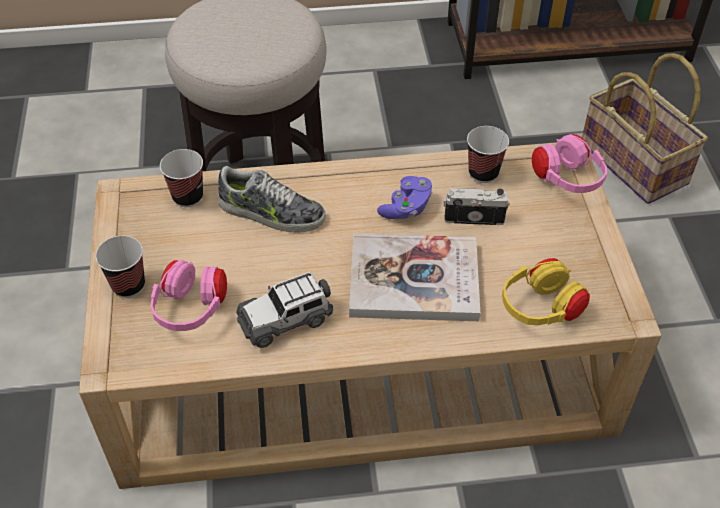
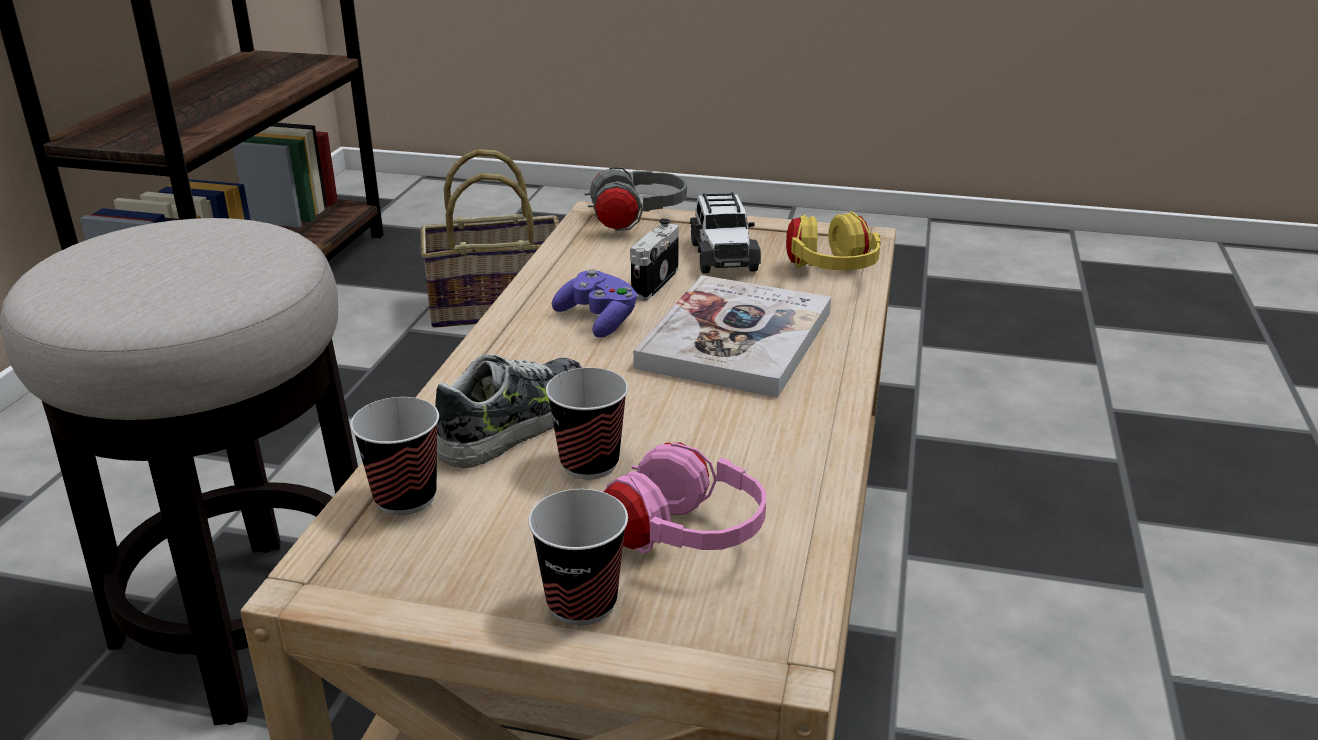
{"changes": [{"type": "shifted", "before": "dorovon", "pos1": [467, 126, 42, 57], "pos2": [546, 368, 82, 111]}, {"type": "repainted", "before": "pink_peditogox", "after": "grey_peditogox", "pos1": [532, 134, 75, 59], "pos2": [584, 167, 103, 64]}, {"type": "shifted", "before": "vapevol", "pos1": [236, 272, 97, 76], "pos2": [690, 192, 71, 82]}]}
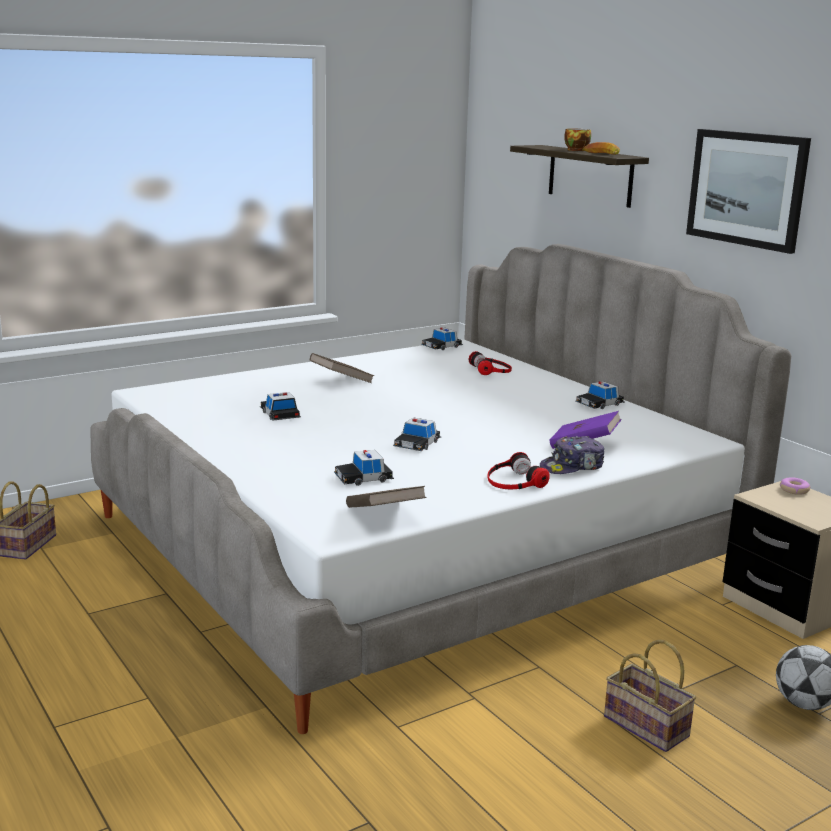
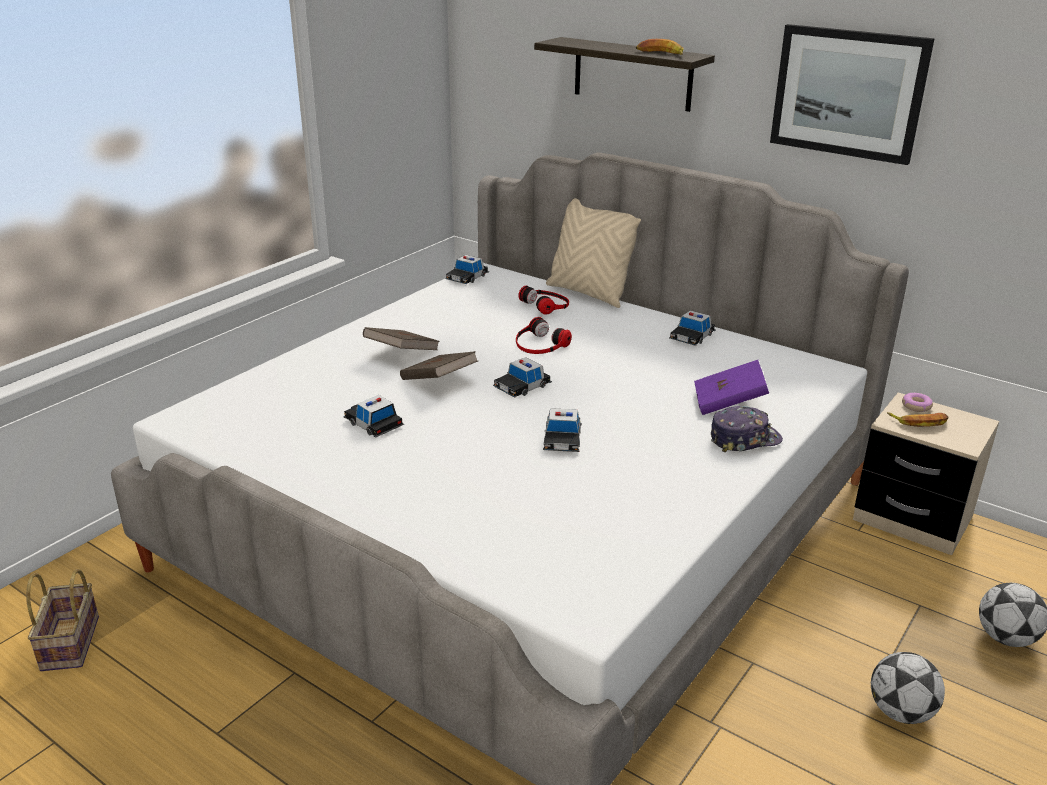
{"changes": [{"type": "gone", "before": "dorovon", "pos1": [564, 128, 27, 23]}, {"type": "rotated", "before": "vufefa", "pos1": [540, 436, 64, 38], "pos2": [711, 406, 72, 46], "turn": -150}, {"type": "shifted", "before": "vapevol", "pos1": [334, 450, 60, 36], "pos2": [493, 357, 59, 41]}, {"type": "shifted", "before": "peditogox", "pos1": [487, 452, 63, 37], "pos2": [516, 317, 56, 37]}, {"type": "shifted", "before": "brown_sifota", "pos1": [346, 486, 81, 22], "pos2": [400, 351, 78, 29]}, {"type": "swapped", "before": "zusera", "after": "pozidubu", "pos1": [604, 640, 92, 112], "pos2": [871, 652, 74, 72]}, {"type": "new", "after": "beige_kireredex", "pos2": [546, 198, 95, 110]}, {"type": "new", "after": "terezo", "pos2": [887, 412, 62, 15]}]}
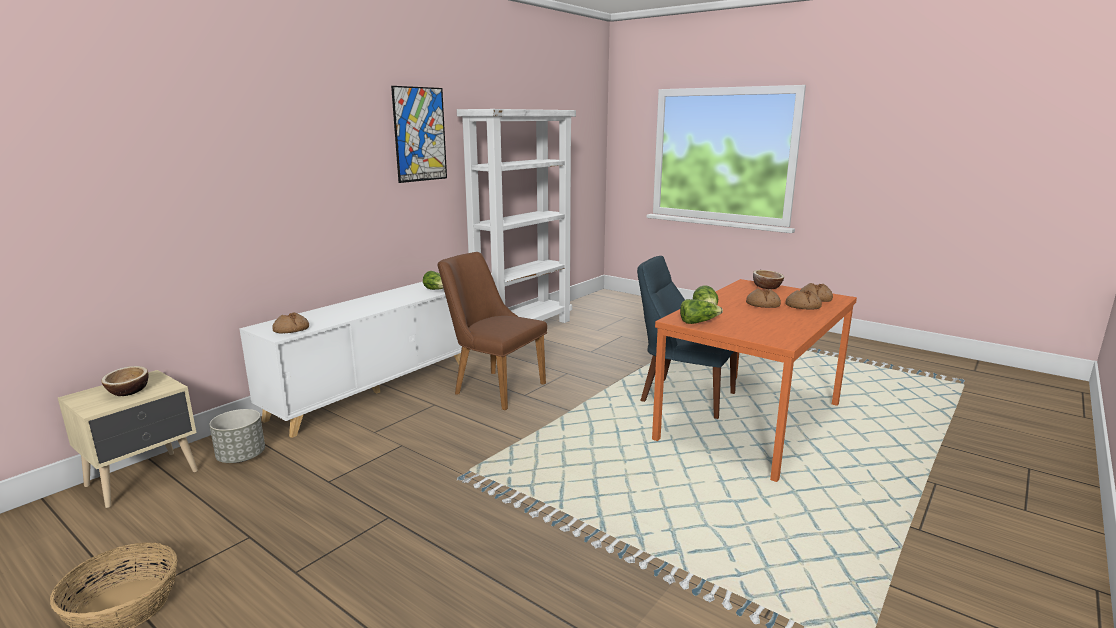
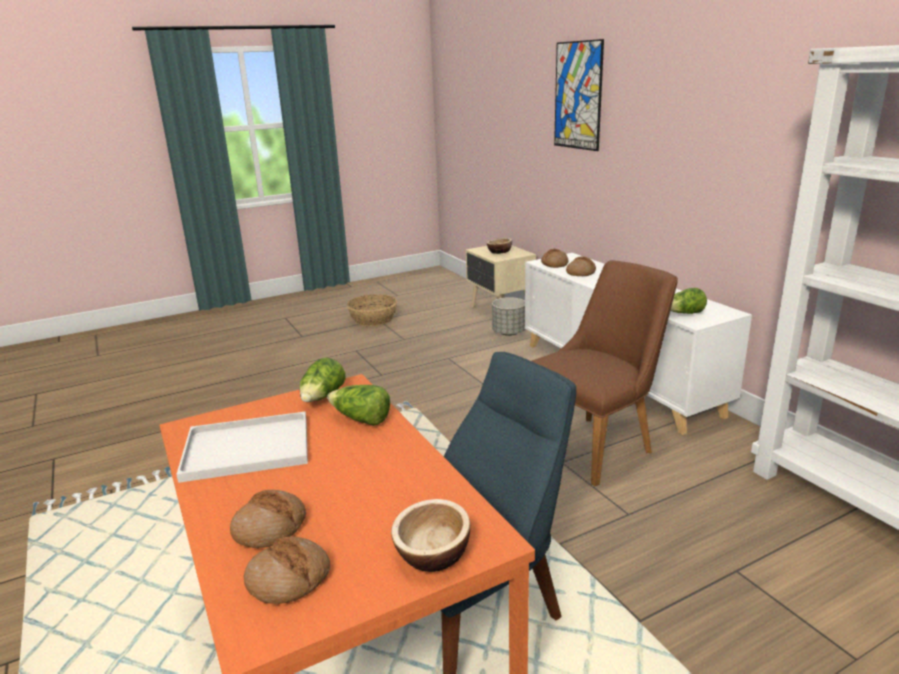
{"changes": [{"type": "shifted", "before": "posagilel", "pos1": [391, 86, 56, 97], "pos2": [554, 39, 50, 112]}, {"type": "shifted", "before": "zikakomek", "pos1": [746, 289, 35, 19], "pos2": [566, 256, 30, 20]}, {"type": "new", "after": "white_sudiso", "pos2": [176, 412, 132, 71]}]}
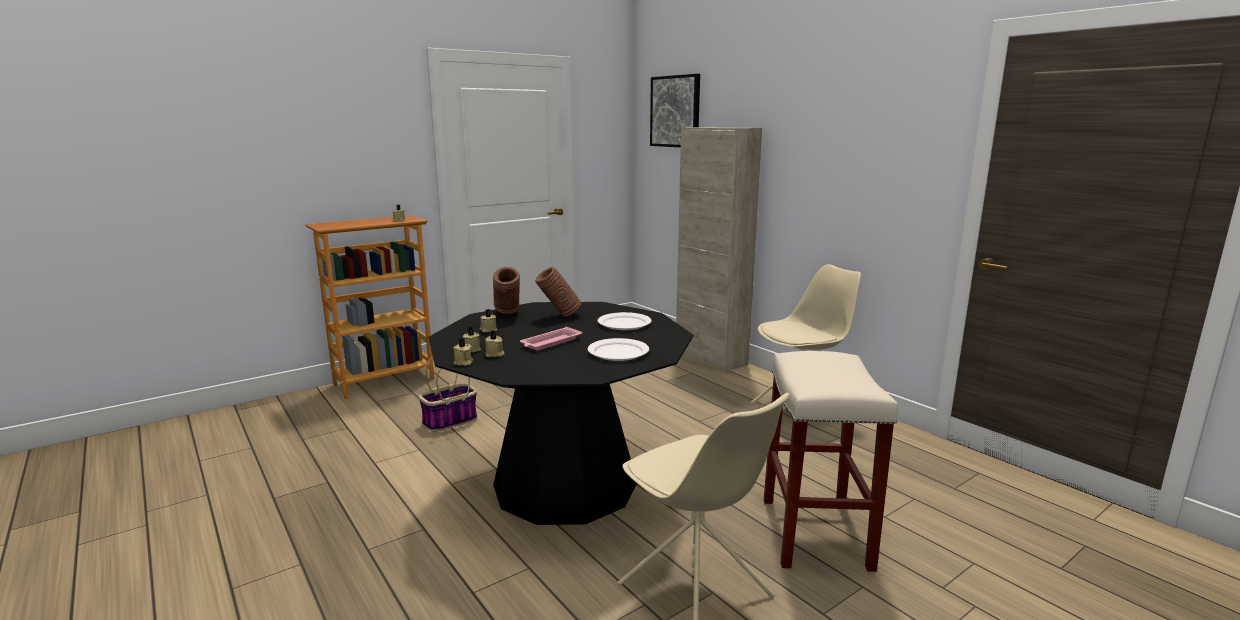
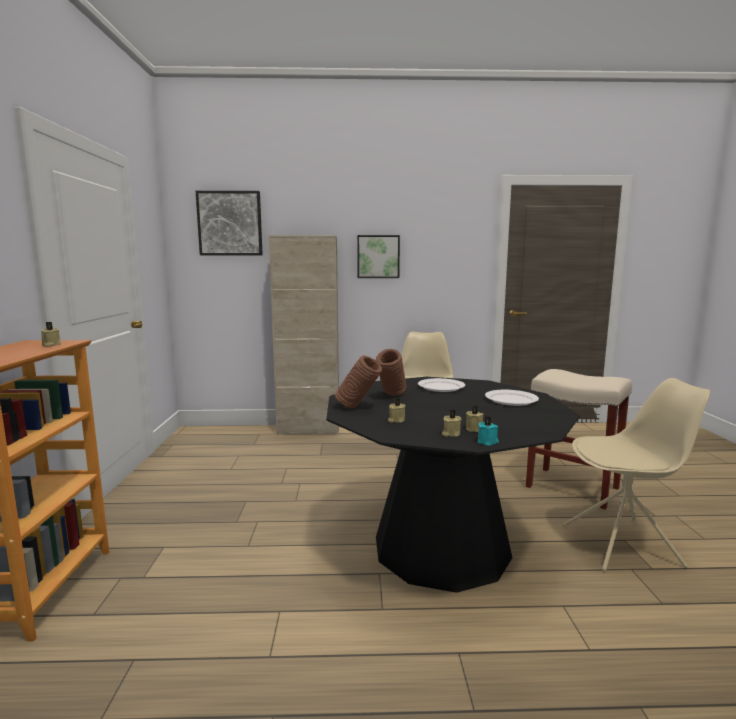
{"changes": [{"type": "gone", "before": "pink_sudiso", "pos1": [520, 327, 62, 24]}, {"type": "repainted", "before": "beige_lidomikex", "after": "turquoise_lidomikex", "pos1": [453, 338, 20, 28], "pos2": [478, 416, 21, 30]}, {"type": "gone", "before": "zusera", "pos1": [419, 356, 58, 76]}, {"type": "new", "after": "posagilel", "pos2": [357, 235, 43, 43]}]}
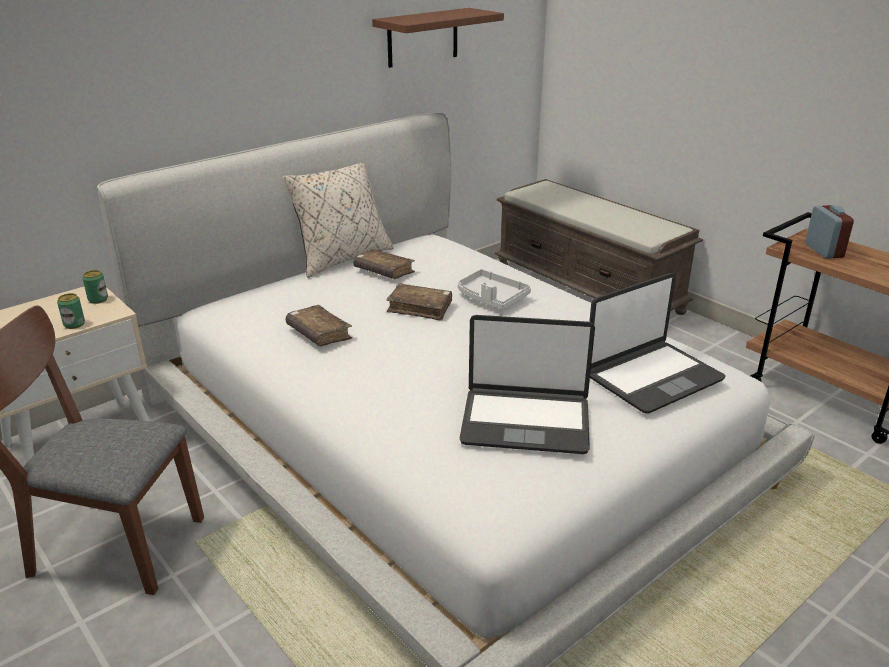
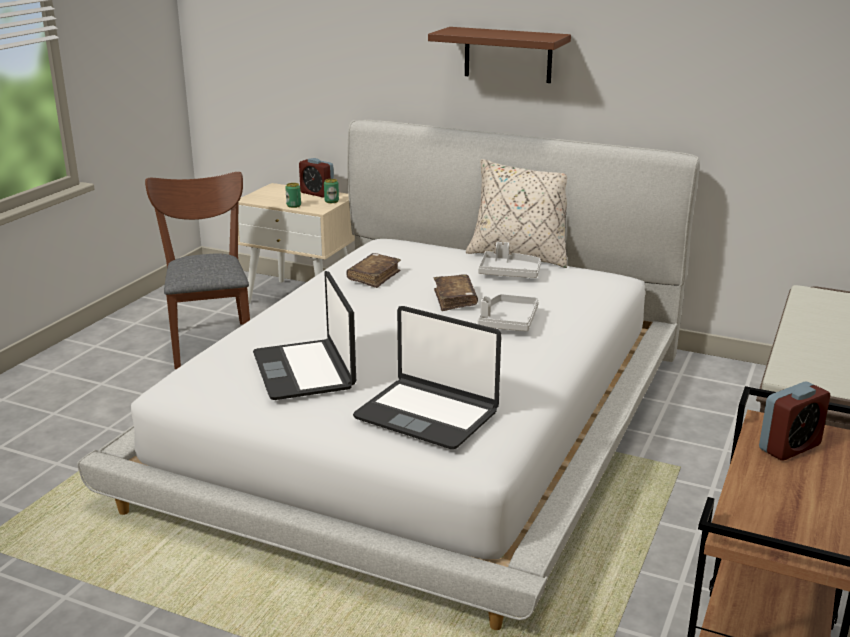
{"changes": [{"type": "shifted", "before": "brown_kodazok", "pos1": [372, 8, 132, 60], "pos2": [428, 27, 143, 56]}, {"type": "swapped", "before": "brown_sifota", "after": "grey_sudiso", "pos1": [353, 249, 62, 30], "pos2": [478, 242, 63, 36]}, {"type": "new", "after": "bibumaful", "pos2": [299, 158, 35, 40]}]}
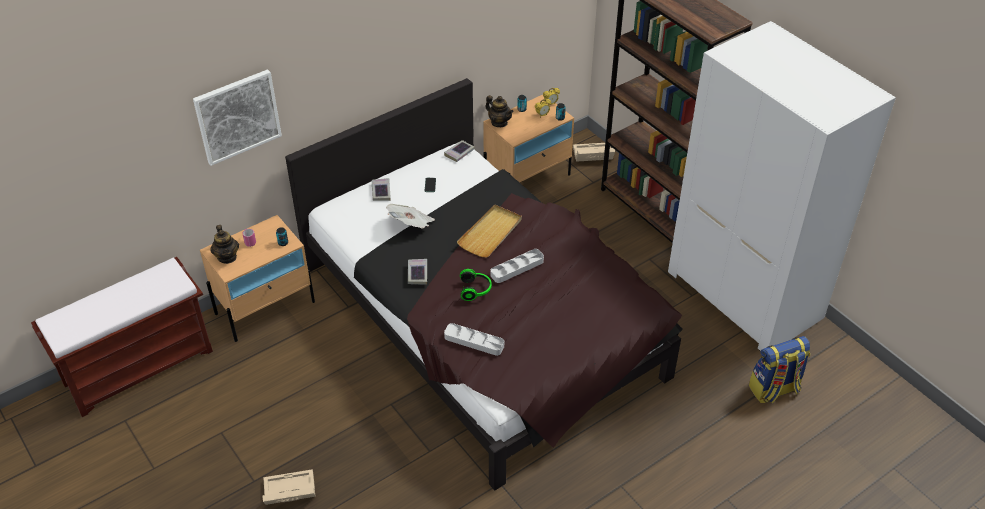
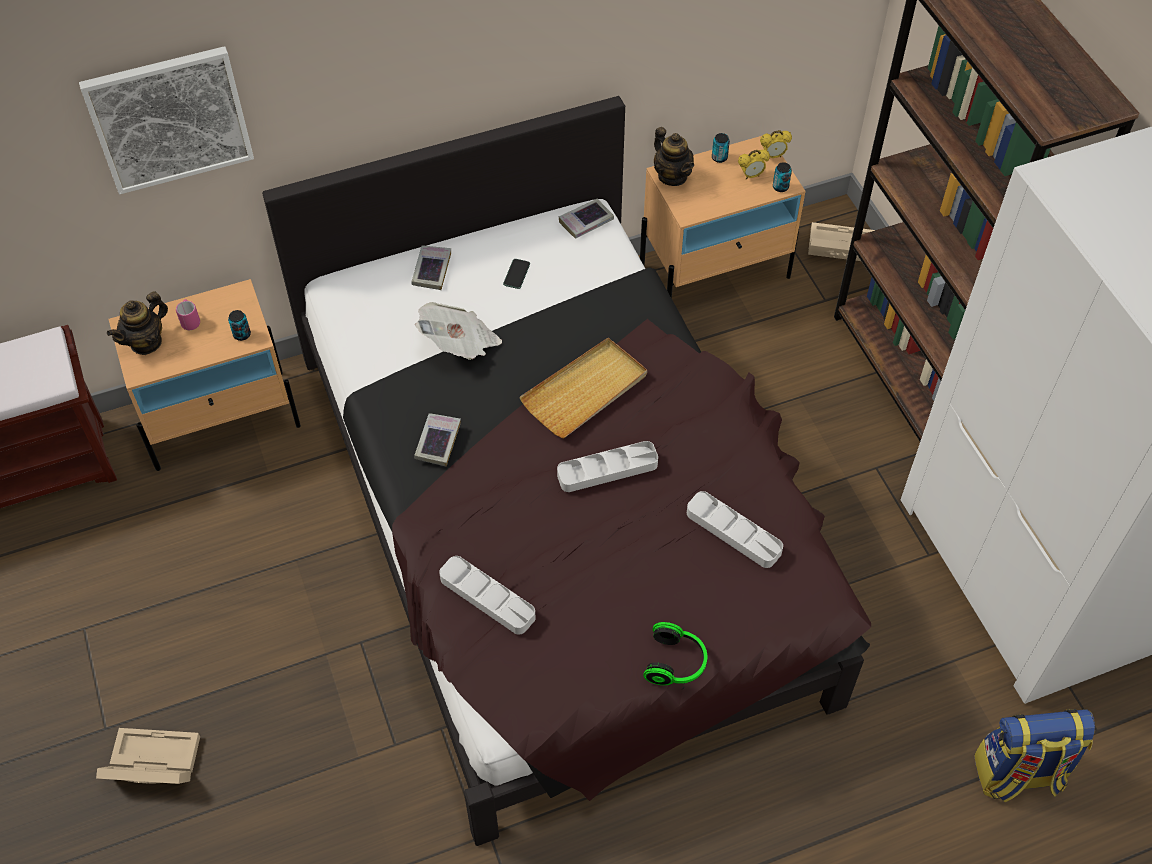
{"changes": [{"type": "rotated", "before": "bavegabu", "pos1": [210, 225, 29, 39], "pos2": [107, 292, 61, 63], "turn": 45}, {"type": "shifted", "before": "peditogox", "pos1": [460, 269, 32, 32], "pos2": [643, 622, 64, 63]}, {"type": "new", "after": "grey_sudiso", "pos2": [687, 491, 96, 77]}]}
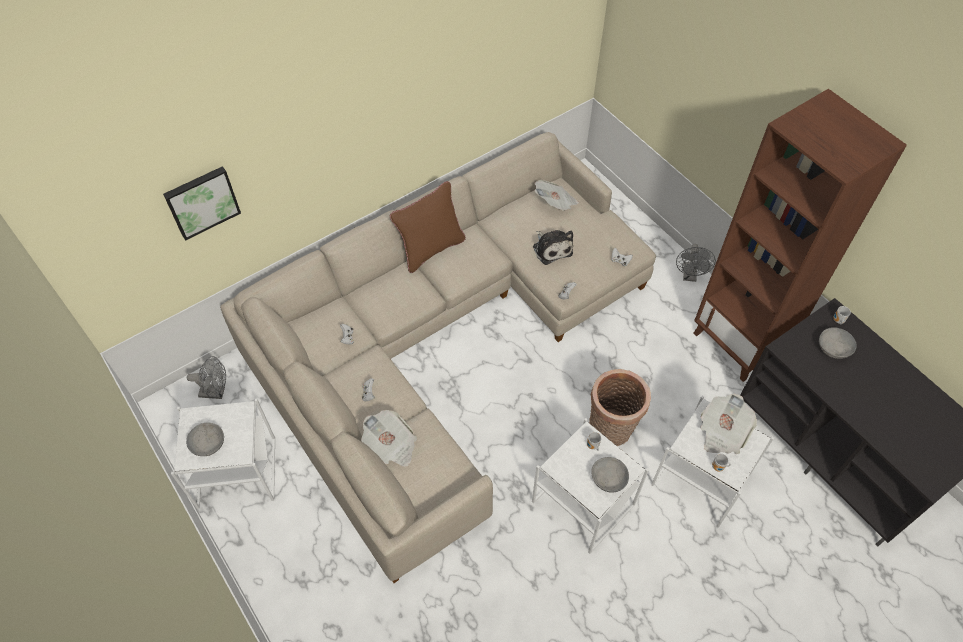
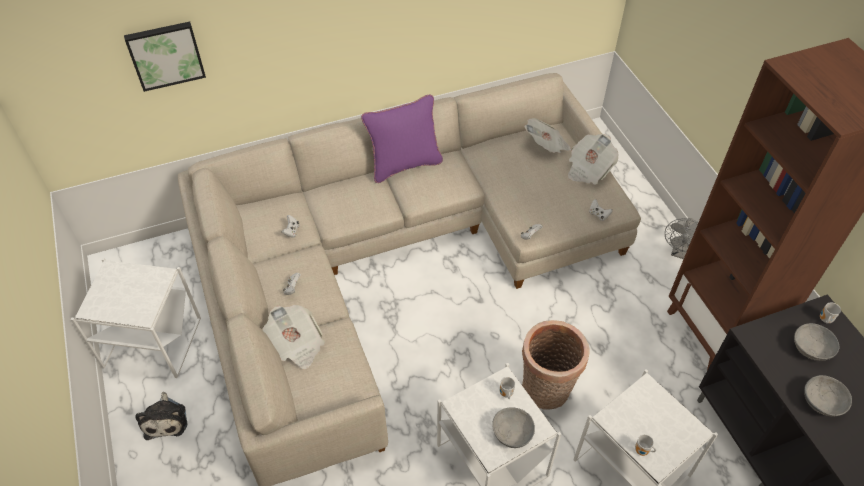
{"changes": [{"type": "repainted", "before": "brown_kireredex", "after": "purple_kireredex", "pos1": [390, 181, 76, 92], "pos2": [361, 95, 82, 88]}, {"type": "shifted", "before": "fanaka", "pos1": [533, 230, 40, 35], "pos2": [135, 392, 52, 48]}, {"type": "gone", "before": "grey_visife", "pos1": [187, 356, 39, 43]}, {"type": "shifted", "before": "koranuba", "pos1": [700, 394, 57, 60], "pos2": [568, 134, 51, 51]}, {"type": "shifted", "before": "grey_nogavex", "pos1": [186, 423, 38, 33], "pos2": [804, 375, 48, 41]}]}
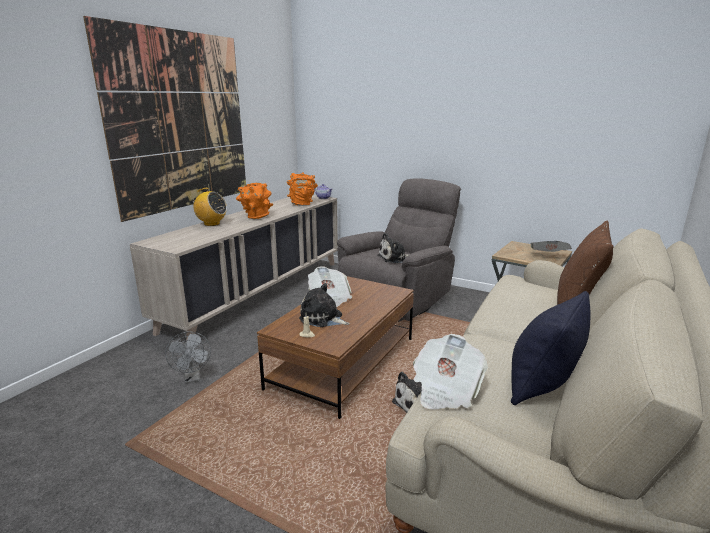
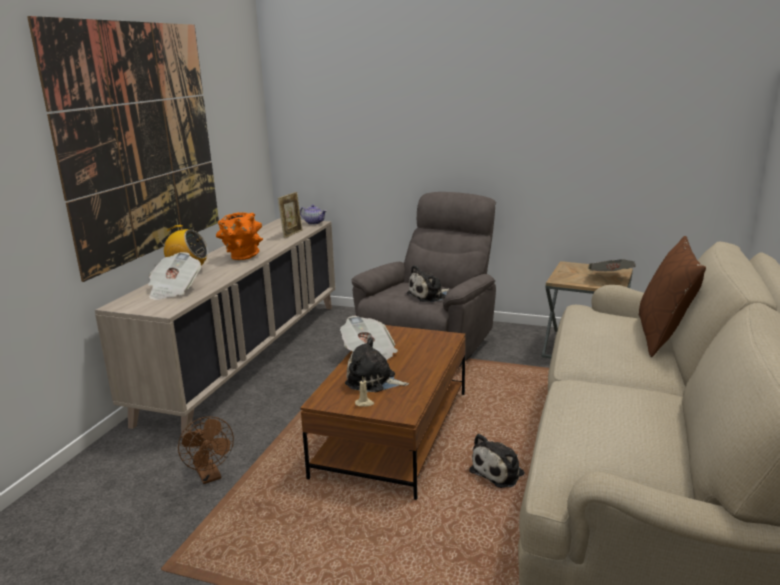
{"changes": [{"type": "swapped", "before": "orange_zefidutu", "after": "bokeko", "pos1": [287, 172, 31, 34], "pos2": [278, 192, 24, 46]}, {"type": "gone", "before": "black_kireredex", "pos1": [511, 291, 79, 114]}, {"type": "repainted", "before": "grey_visife", "after": "brown_visife", "pos1": [165, 331, 46, 52], "pos2": [178, 417, 56, 67]}, {"type": "shifted", "before": "koranuba", "pos1": [413, 334, 75, 76], "pos2": [148, 252, 53, 48]}]}
